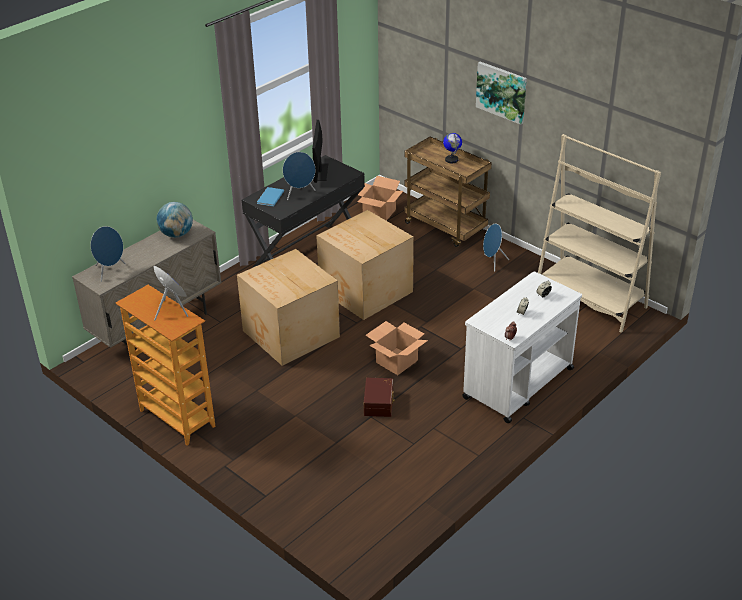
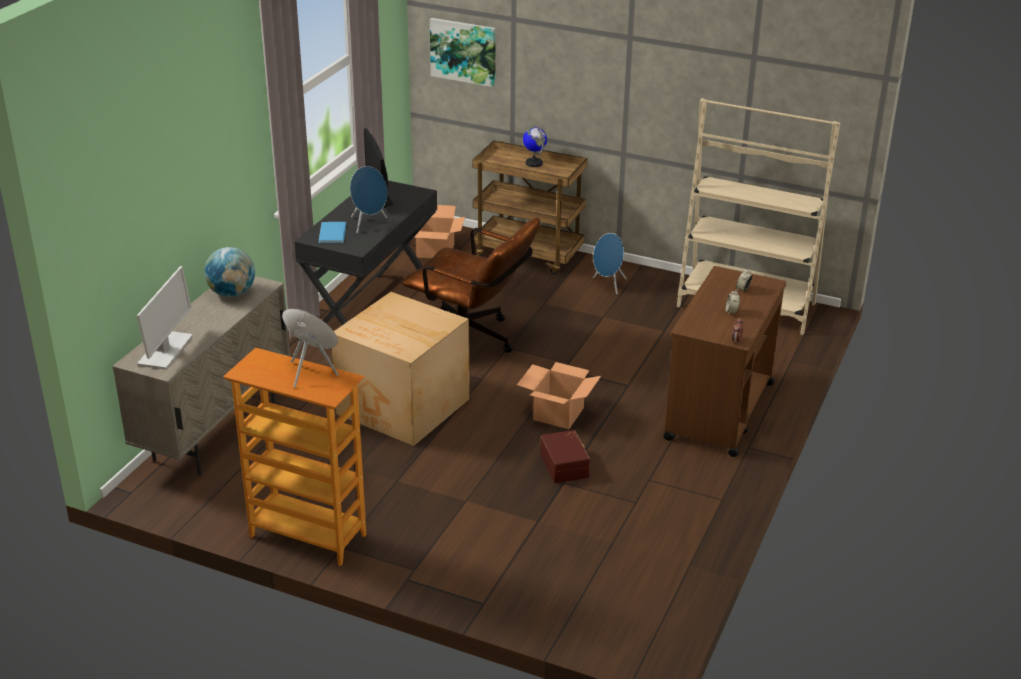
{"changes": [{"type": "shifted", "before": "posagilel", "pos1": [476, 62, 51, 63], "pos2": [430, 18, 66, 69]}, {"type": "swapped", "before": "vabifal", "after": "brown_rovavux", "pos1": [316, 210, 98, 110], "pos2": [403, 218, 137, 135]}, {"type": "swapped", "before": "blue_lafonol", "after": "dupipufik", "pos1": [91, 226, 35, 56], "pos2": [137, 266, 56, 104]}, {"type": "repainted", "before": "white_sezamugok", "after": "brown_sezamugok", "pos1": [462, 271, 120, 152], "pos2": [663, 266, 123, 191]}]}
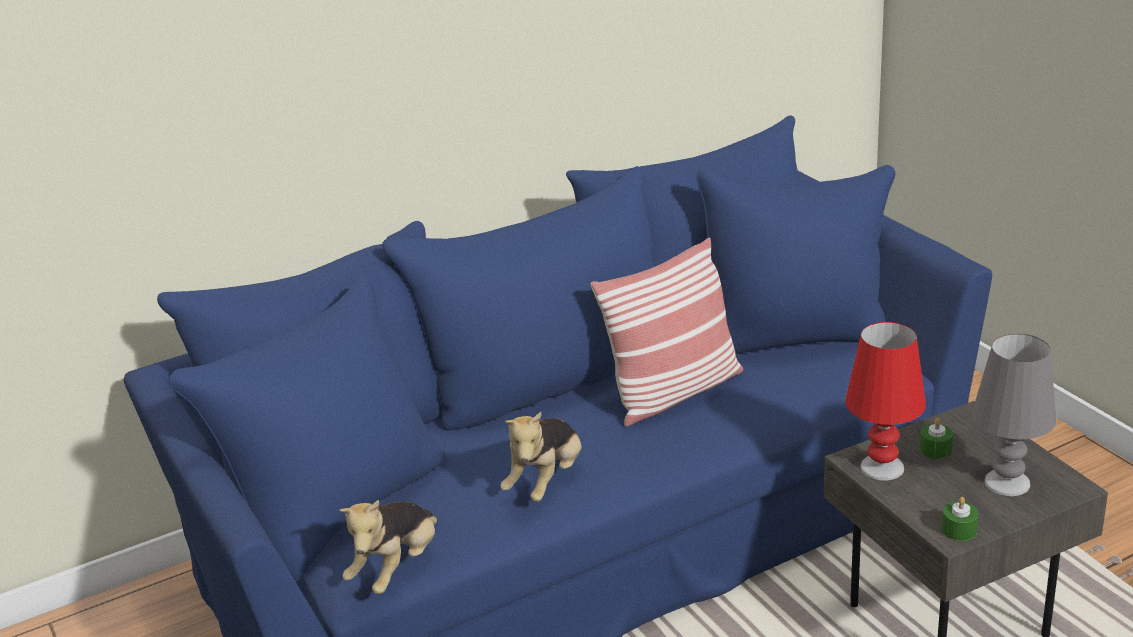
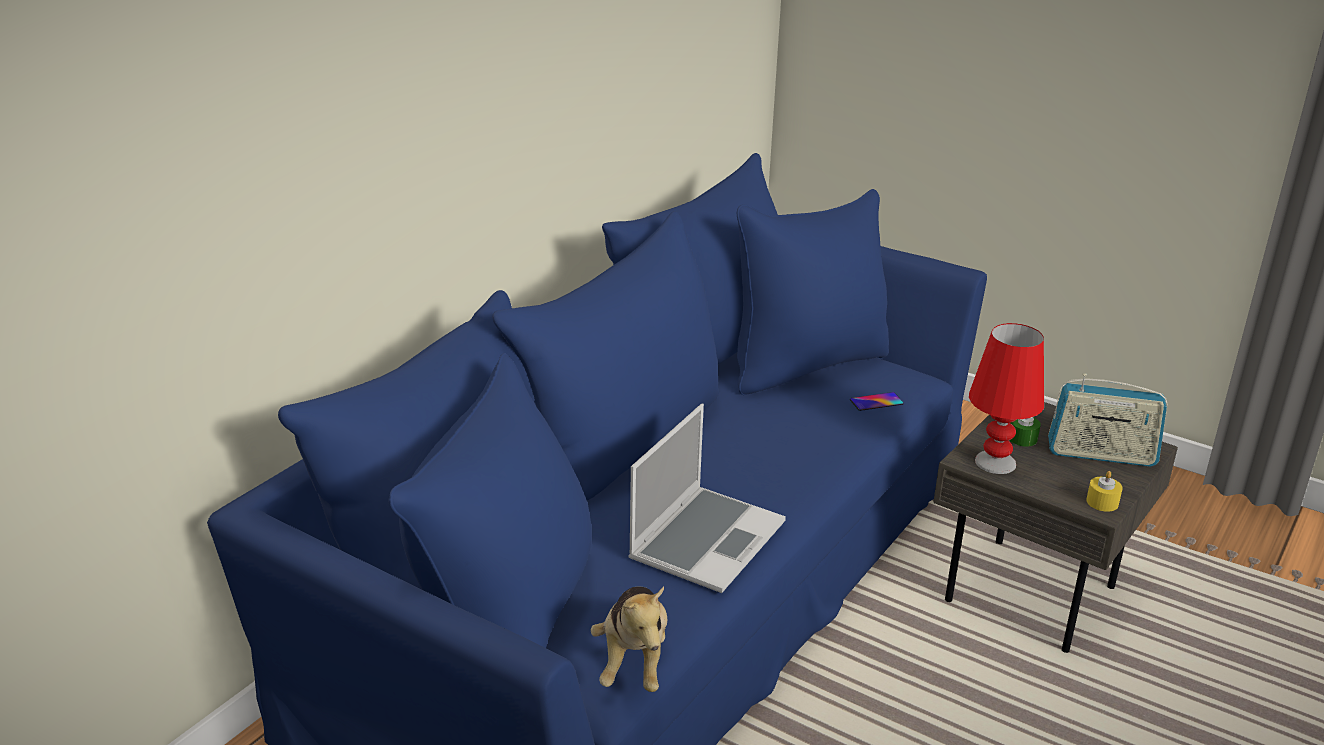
{"changes": [{"type": "gone", "before": "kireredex", "pos1": [590, 237, 153, 190]}, {"type": "swapped", "before": "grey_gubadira", "after": "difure", "pos1": [972, 334, 84, 162], "pos2": [1048, 373, 119, 94]}, {"type": "swapped", "before": "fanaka", "after": "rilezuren", "pos1": [500, 412, 82, 90], "pos2": [628, 403, 158, 190]}, {"type": "repainted", "before": "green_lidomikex", "after": "yellow_lidomikex", "pos1": [942, 497, 37, 44], "pos2": [1086, 471, 37, 41]}, {"type": "new", "after": "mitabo", "pos2": [850, 392, 54, 19]}]}
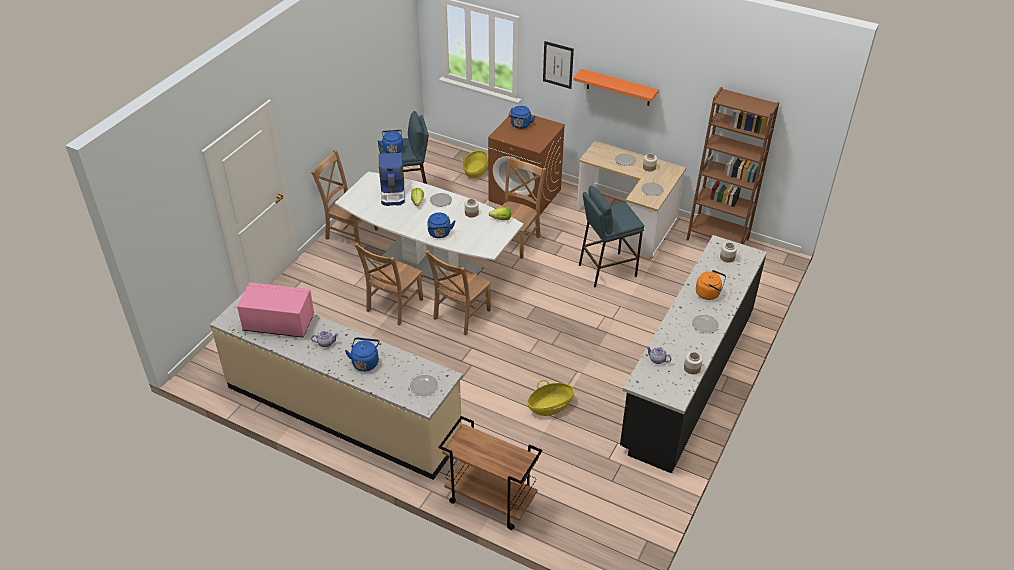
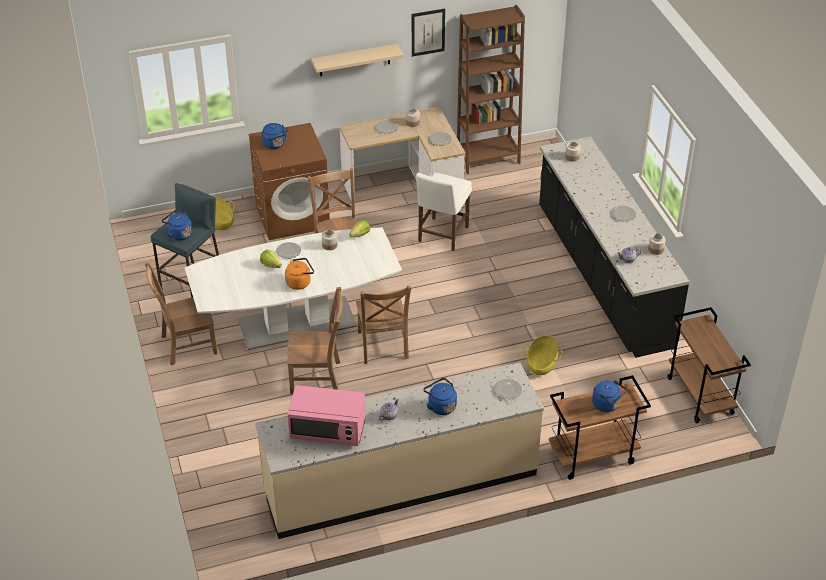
{"changes": [{"type": "shifted", "before": "posagilel", "pos1": [543, 41, 31, 48], "pos2": [412, 9, 33, 48]}, {"type": "repainted", "before": "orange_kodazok", "after": "beige_kodazok", "pos1": [573, 69, 86, 37], "pos2": [311, 44, 93, 32]}, {"type": "gone", "before": "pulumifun", "pos1": [379, 153, 26, 53]}, {"type": "swapped", "before": "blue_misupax", "after": "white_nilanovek", "pos1": [579, 186, 65, 102], "pos2": [416, 173, 56, 78]}, {"type": "shifted", "before": "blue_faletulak", "pos1": [427, 212, 28, 26], "pos2": [592, 380, 35, 32]}, {"type": "rotated", "before": "brown_nilanovek", "pos1": [354, 243, 69, 82], "pos2": [287, 287, 56, 107], "turn": -75}, {"type": "shifted", "before": "orange_faletulak", "pos1": [696, 270, 30, 30], "pos2": [285, 258, 29, 32]}, {"type": "rotated", "before": "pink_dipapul", "pos1": [237, 282, 77, 56], "pos2": [287, 385, 79, 61], "turn": -135}, {"type": "new", "after": "brown_sezamugok", "pos2": [667, 307, 84, 117]}]}
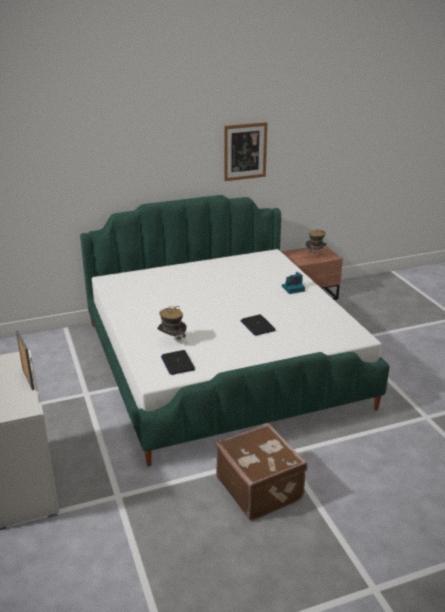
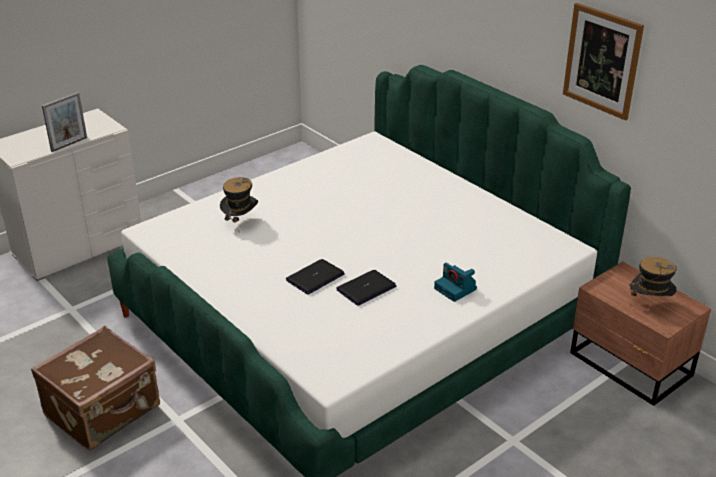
{"changes": [{"type": "shifted", "before": "rilezuren", "pos1": [161, 350, 34, 25], "pos2": [336, 270, 60, 35]}]}
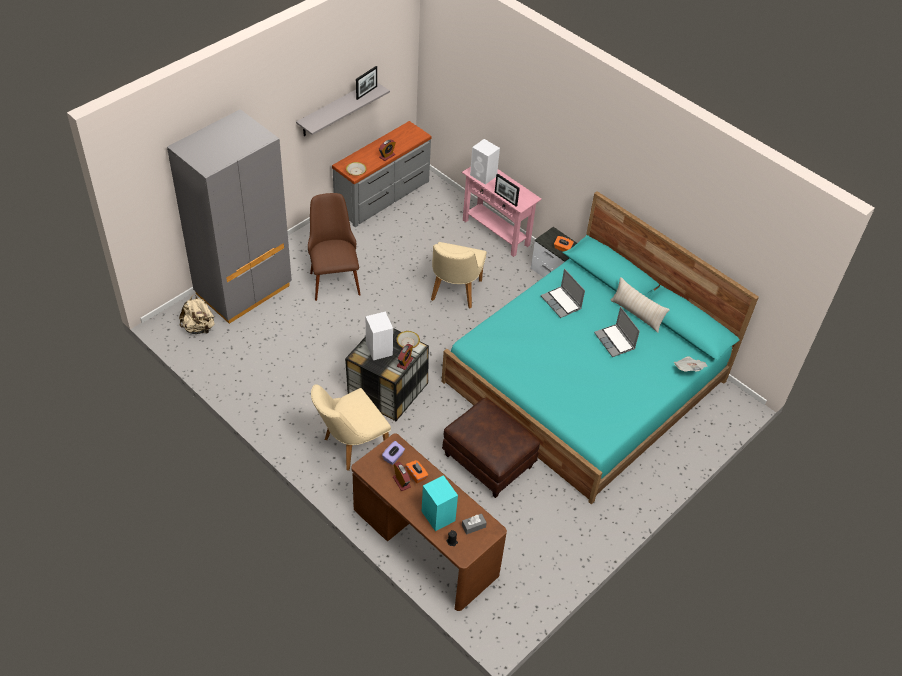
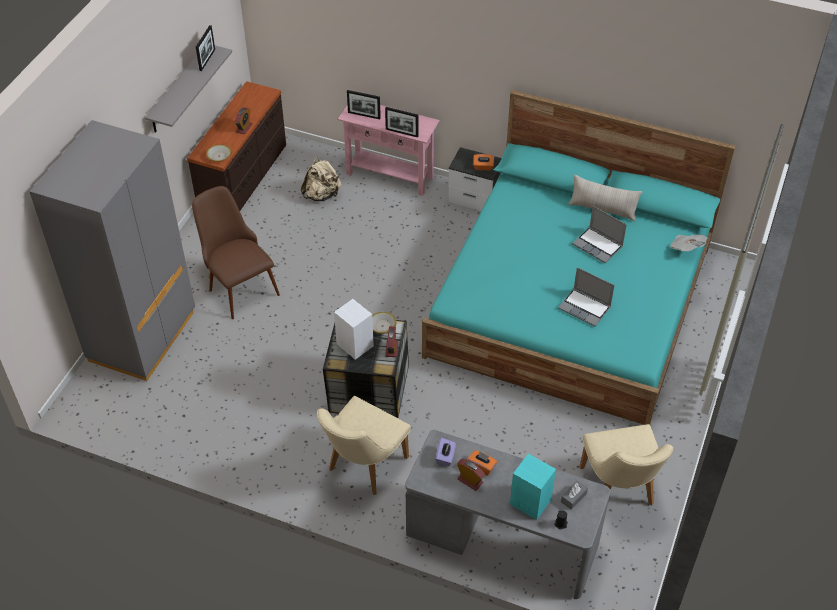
{"changes": [{"type": "repainted", "before": "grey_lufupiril", "after": "brown_lufupiril", "pos1": [332, 121, 100, 106], "pos2": [187, 81, 99, 130]}, {"type": "swapped", "before": "white_lafonol", "after": "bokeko", "pos1": [470, 139, 30, 46], "pos2": [347, 90, 34, 29]}, {"type": "shifted", "before": "beige_nilanovek", "pos1": [431, 242, 56, 66], "pos2": [580, 424, 93, 81]}, {"type": "shifted", "before": "rilezuren", "pos1": [541, 269, 44, 49], "pos2": [558, 267, 57, 60]}, {"type": "shifted", "before": "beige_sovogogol", "pos1": [179, 294, 36, 40], "pos2": [301, 157, 40, 44]}, {"type": "gone", "before": "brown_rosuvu", "pos1": [442, 398, 98, 100]}, {"type": "repainted", "before": "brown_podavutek", "after": "grey_podavutek", "pos1": [351, 433, 156, 178], "pos2": [405, 430, 206, 169]}]}
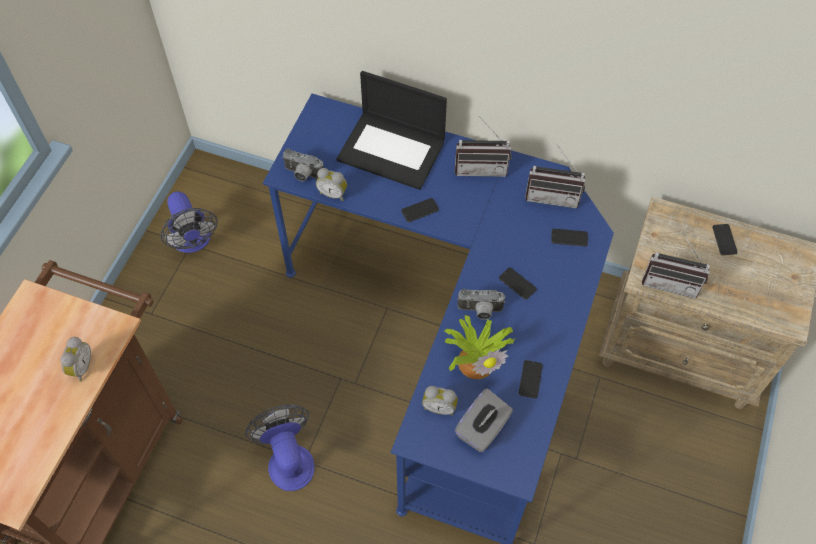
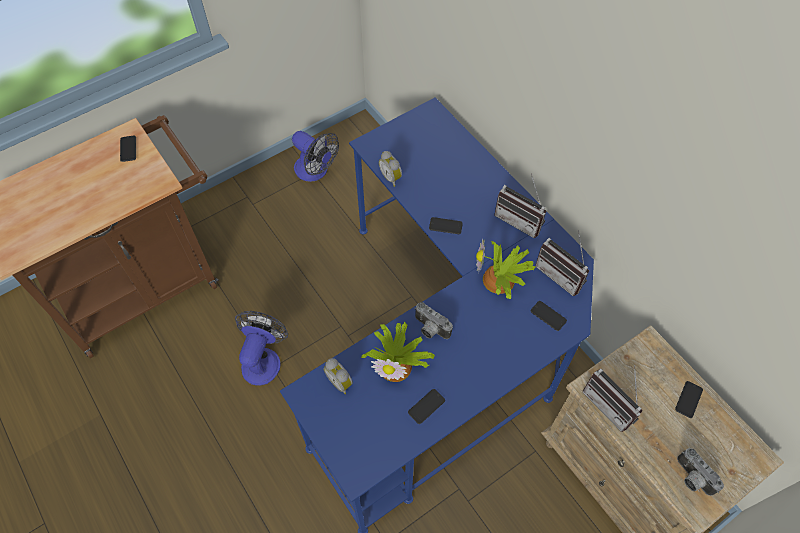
{"changes": [{"type": "gone", "before": "rilezuren", "pos1": [336, 71, 111, 119]}, {"type": "shifted", "before": "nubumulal", "pos1": [282, 148, 42, 33], "pos2": [677, 448, 47, 48]}, {"type": "rotated", "before": "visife", "pos1": [160, 191, 58, 62], "pos2": [292, 131, 47, 51], "turn": -60}, {"type": "shifted", "before": "mitabo", "pos1": [499, 268, 38, 32], "pos2": [120, 136, 16, 26]}, {"type": "gone", "before": "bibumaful", "pos1": [60, 337, 31, 45]}, {"type": "gone", "before": "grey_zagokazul", "pos1": [454, 388, 59, 64]}, {"type": "new", "after": "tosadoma", "pos2": [476, 238, 59, 61]}]}
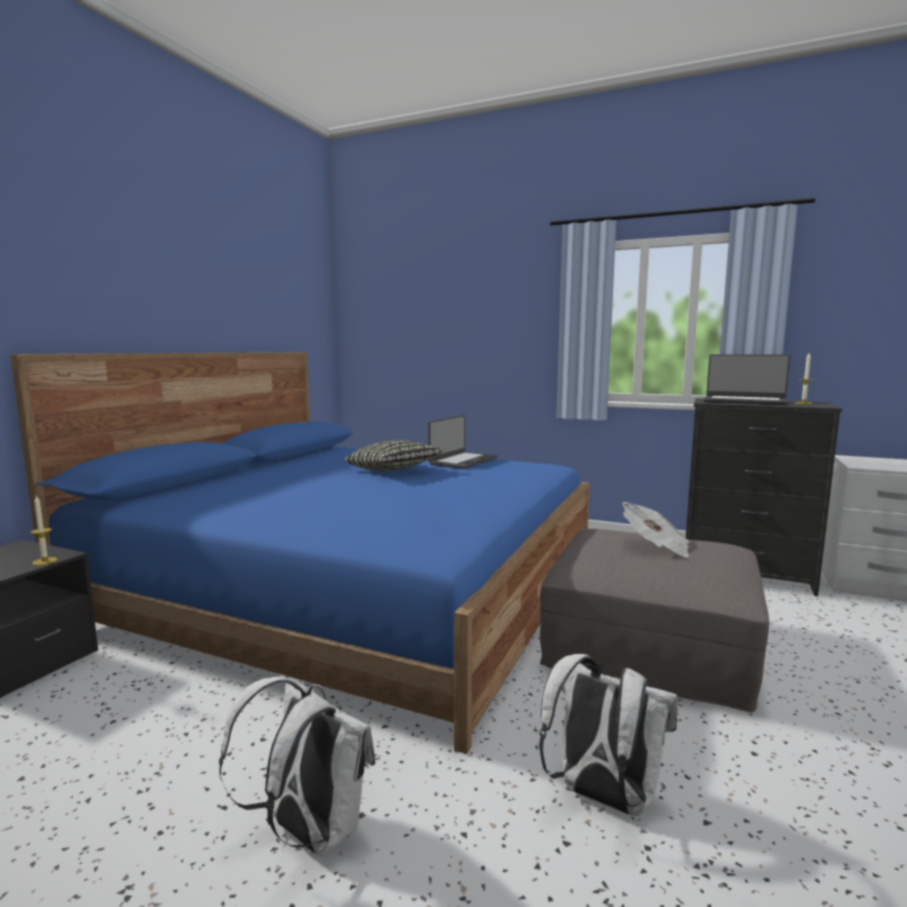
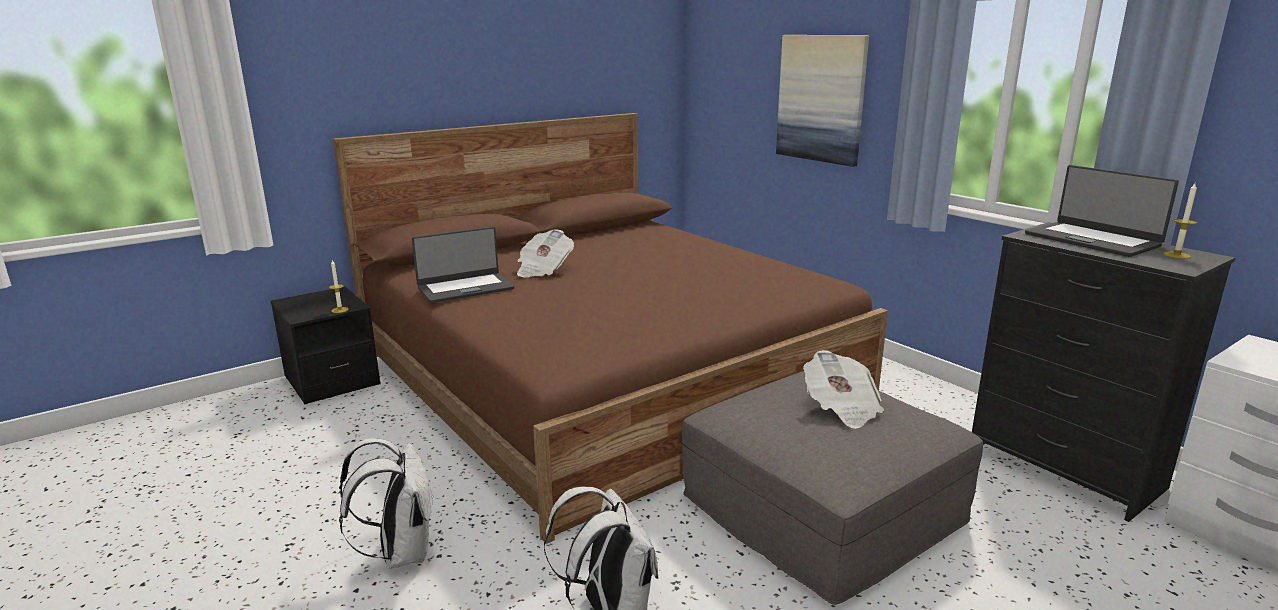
{"changes": [{"type": "repainted", "before": "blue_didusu", "after": "brown_didusu", "pos1": [10, 352, 580, 402], "pos2": [333, 113, 555, 431]}, {"type": "shifted", "before": "rilezuren", "pos1": [428, 415, 70, 54], "pos2": [412, 227, 102, 76]}, {"type": "gone", "before": "kireredex", "pos1": [345, 440, 99, 31]}, {"type": "new", "after": "posagilel", "pos2": [776, 35, 93, 132]}, {"type": "new", "after": "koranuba", "pos2": [517, 229, 57, 48]}]}
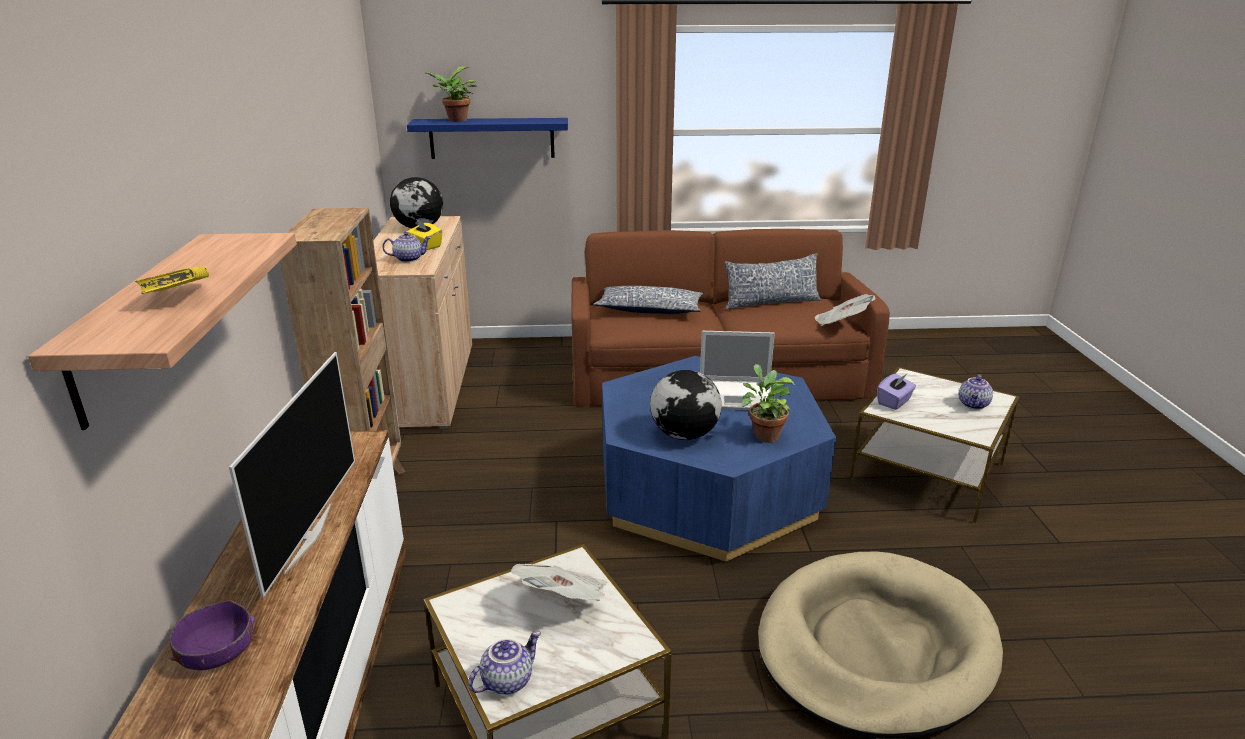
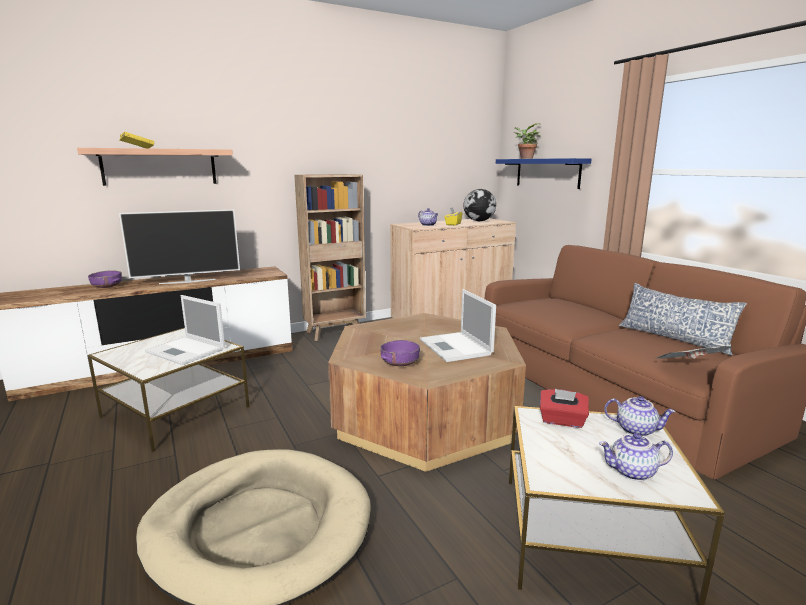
{"changes": [{"type": "gone", "before": "kireredex", "pos1": [593, 286, 110, 28]}, {"type": "repainted", "before": "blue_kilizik", "after": "brown_kilizik", "pos1": [602, 356, 234, 206], "pos2": [328, 313, 198, 159]}, {"type": "swapped", "before": "tosadoma", "after": "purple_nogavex", "pos1": [742, 364, 53, 79], "pos2": [381, 340, 39, 26]}, {"type": "gone", "before": "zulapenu", "pos1": [650, 370, 72, 70]}, {"type": "repainted", "before": "purple_zagokazul", "after": "red_zagokazul", "pos1": [877, 374, 39, 36], "pos2": [540, 389, 49, 39]}, {"type": "swapped", "before": "koranuba", "after": "rilezuren", "pos1": [511, 564, 96, 37], "pos2": [145, 295, 80, 70]}, {"type": "shifted", "before": "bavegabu", "pos1": [468, 631, 73, 64], "pos2": [604, 396, 72, 41]}]}
